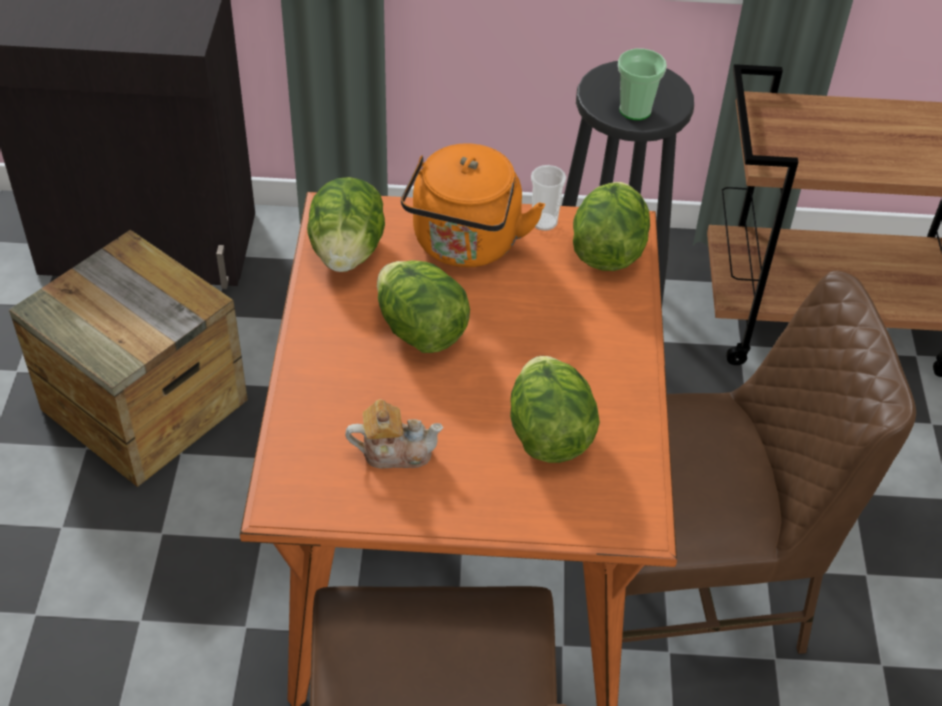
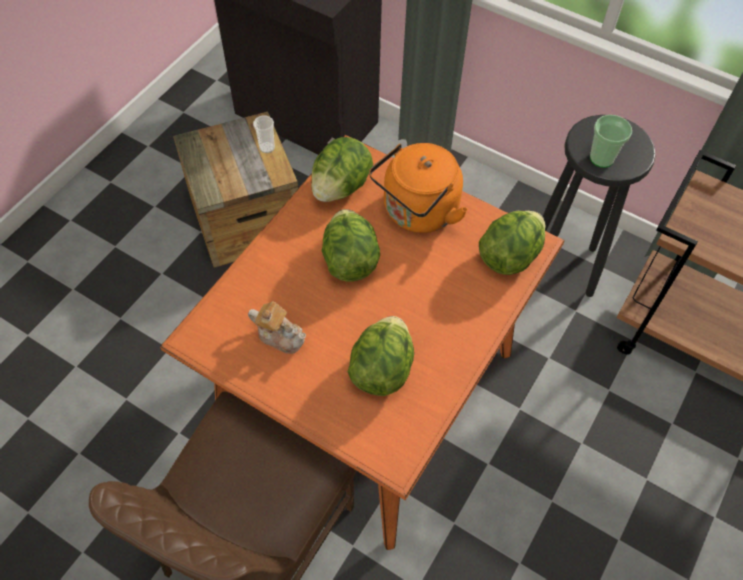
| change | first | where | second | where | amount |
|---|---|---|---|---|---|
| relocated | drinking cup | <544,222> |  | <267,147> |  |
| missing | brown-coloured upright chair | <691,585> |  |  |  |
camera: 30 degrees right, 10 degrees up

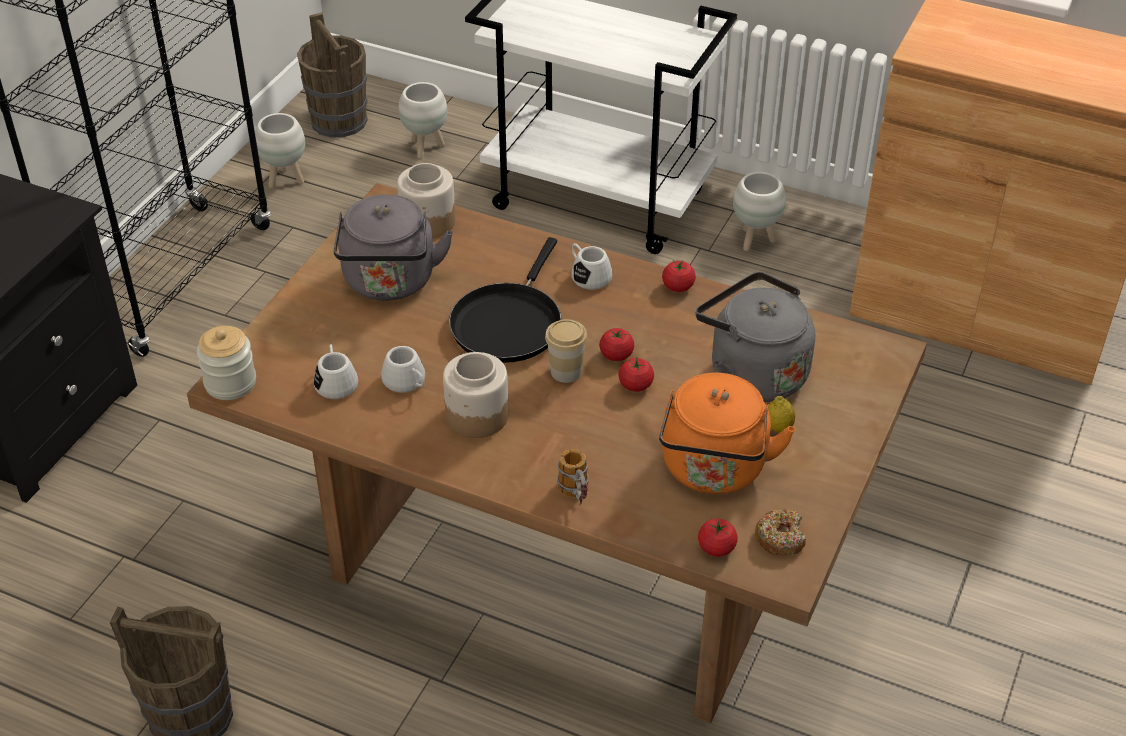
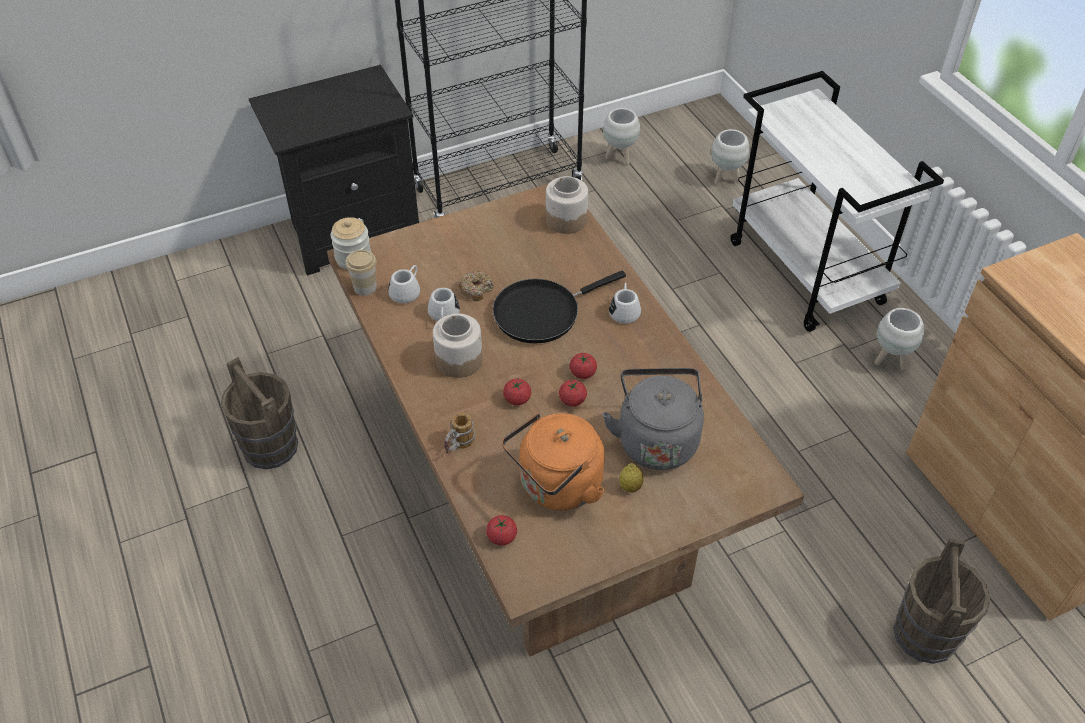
| change | first | where | second | where | amount |
|---|---|---|---|---|---|
| relocated | drinking cup | <566,371> |  | <365,287> |  |
| relocated | donut | <780,538> |  | <476,289> |  |
| relocated | fresh tomato | <678,287> |  | <517,399> |  |
| relocated | brown-coloured pail | <339,121> |  | <925,635> |  |
| missing | gray water kettle | <390,283> |  |  |  |
camera: 40 degrees right, 5 degrees up

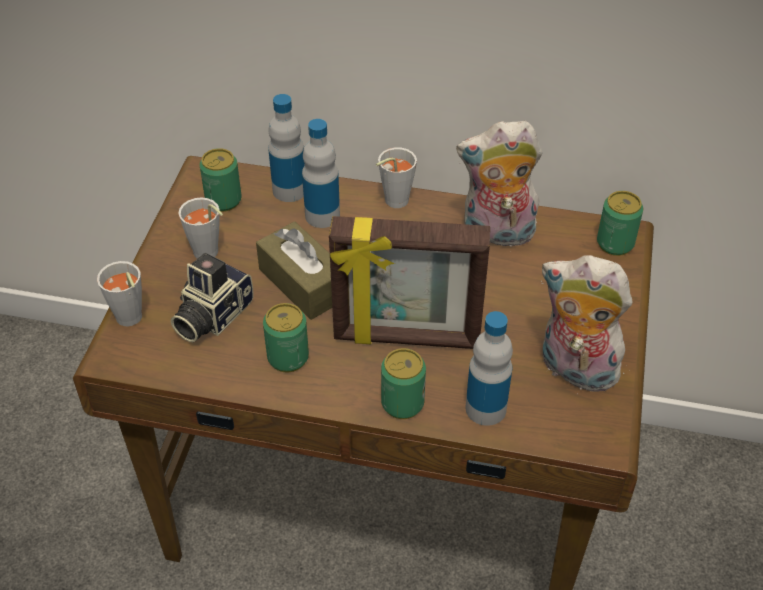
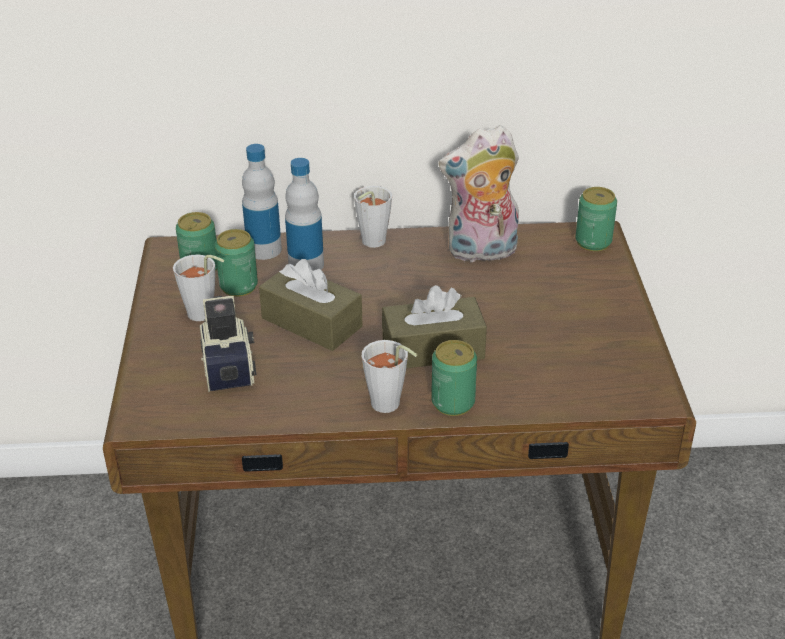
| change | first | where | second | where | amount |
|---|---|---|---|---|---|
| spun | photo camera | <211,316> |  | <229,365> | 150 degrees clockwise |
| relocated | metal can | <288,358> |  | <238,286> |  |
| relocated | gray drinking cup | <131,321> |  | <389,407> |  |
| exchanged | picture frame | <406,338> | brown-coloured box of tissues | <433,349> |  |
| missing | beverage bottle | <485,408> |  |  |  |
| missing | plush toy | <574,370> |  |  |  |
camera: 15 degrees left, 10 degrees down

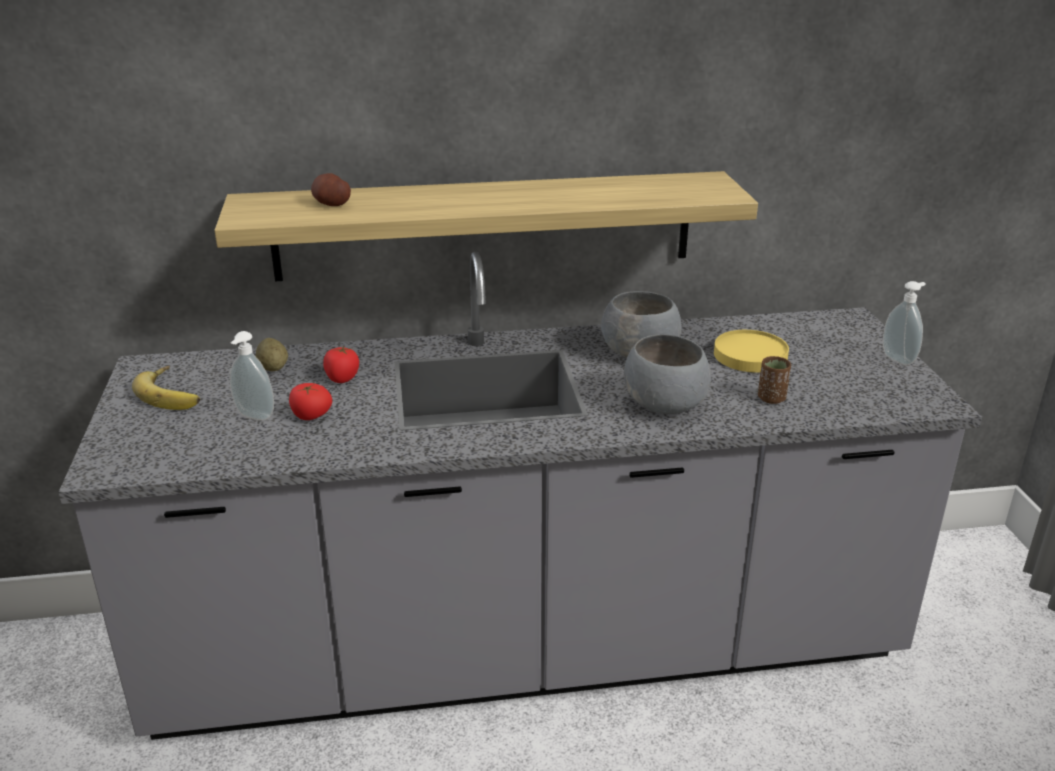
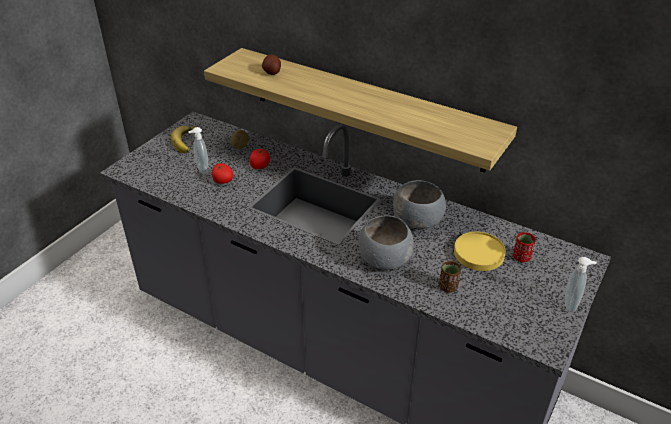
| change | first | where | second | where | amount |
|---|---|---|---|---|---|
| appeared |  |  | red-coloured drinking cup | <521,257> |  |
camera: 40 degrees right, 10 degrees up

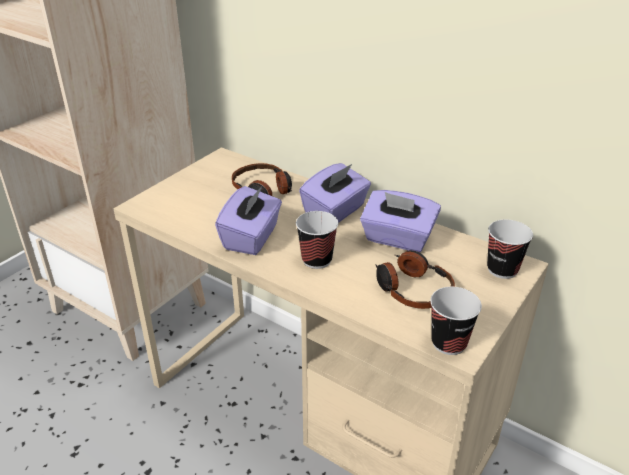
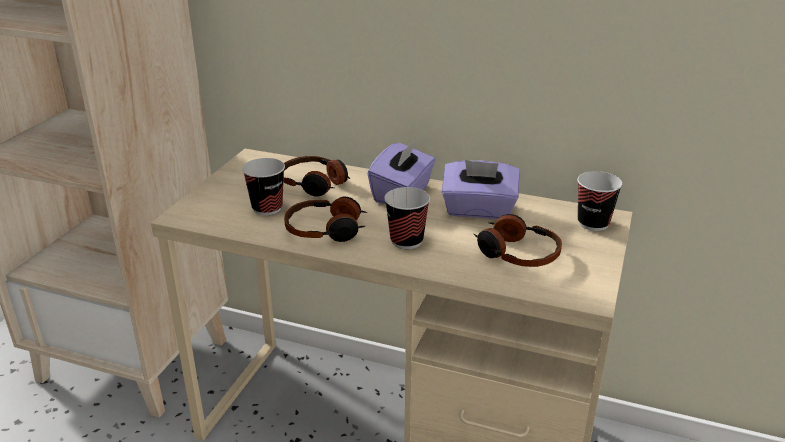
| change | first | where | second | where | amount |
|---|---|---|---|---|---|
| relocated | drinking cup | <449,343> |  | <267,208> |  |
| exchanged | purple box of tissues | <252,238> | headset | <326,230> |  |
camera: 15 degrees left, 5 degrees down

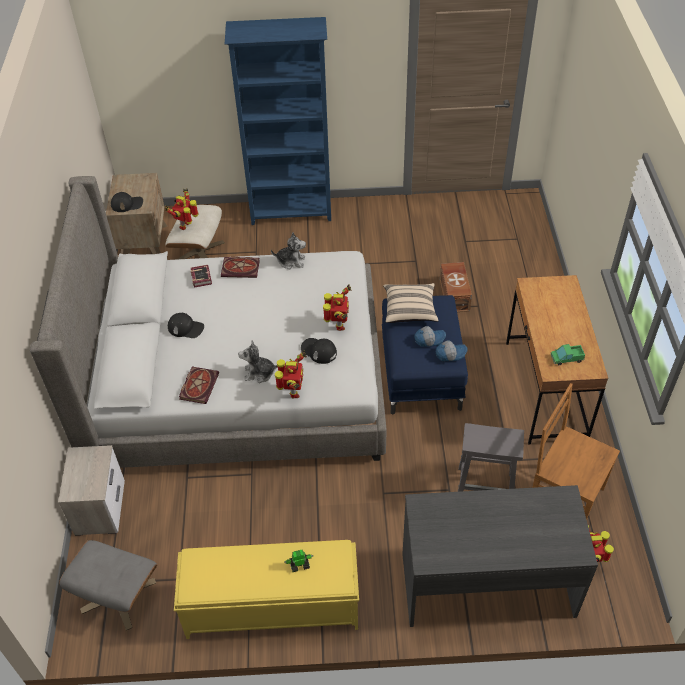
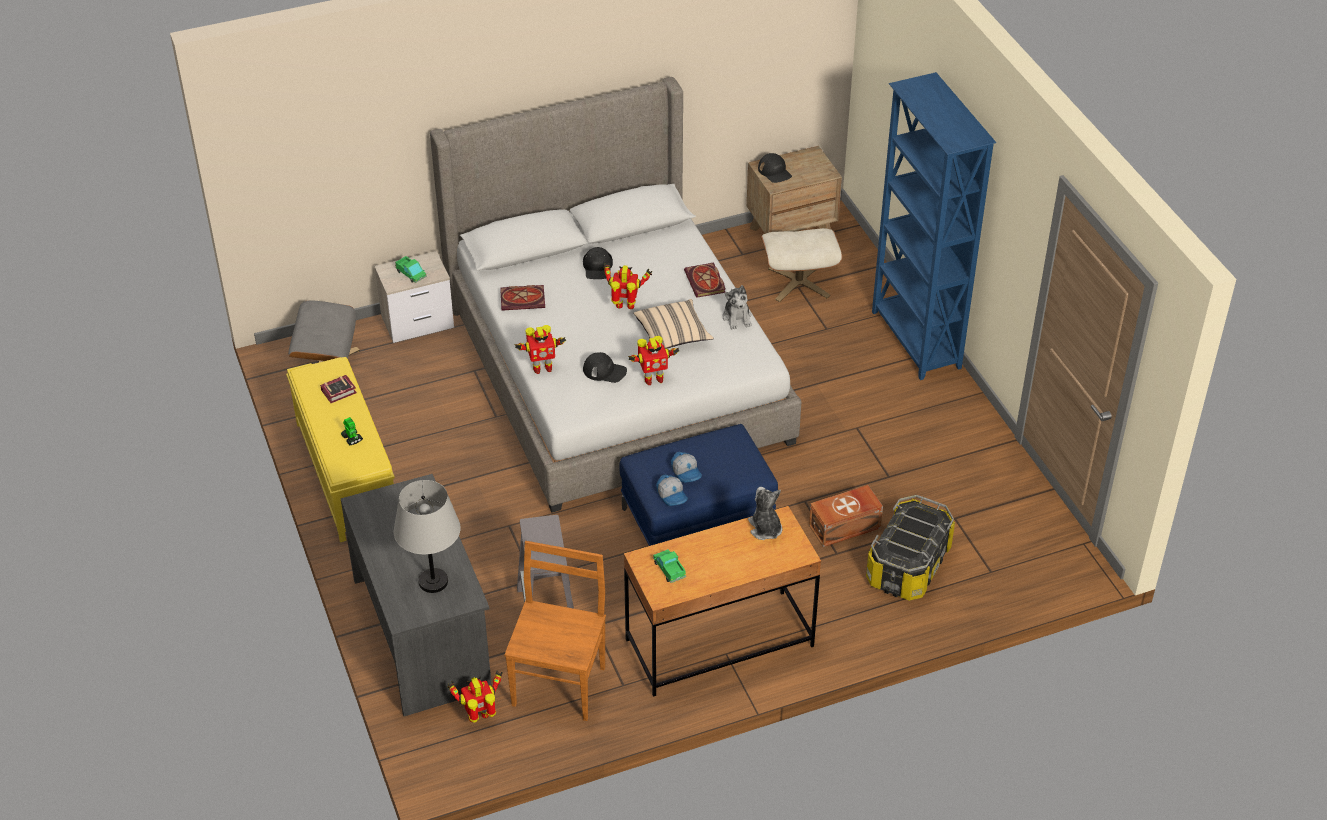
| change | first | where | second | where | amount |
|---|---|---|---|---|---|
| relocated | bound book | <202,277> |  | <340,391> |  |
| appeared |  |  | gray lamp for a table | <433,581> |  |
| appeared |  |  | toy lorry | <411,274> |  |
| spun | black baseball cap | <318,351> |  | <605,371> | 90 degrees clockwise |
| relocated | robot figure | <186,225> |  | <625,307> |  |
| relocated | beige cushion | <410,310> |  | <673,335> |  |
| relocated | plush toy | <259,373> |  | <765,529> |  |
| appeared |  |  | storage container | <909,566> |  |
camera: 70 degrees right, 5 degrees down

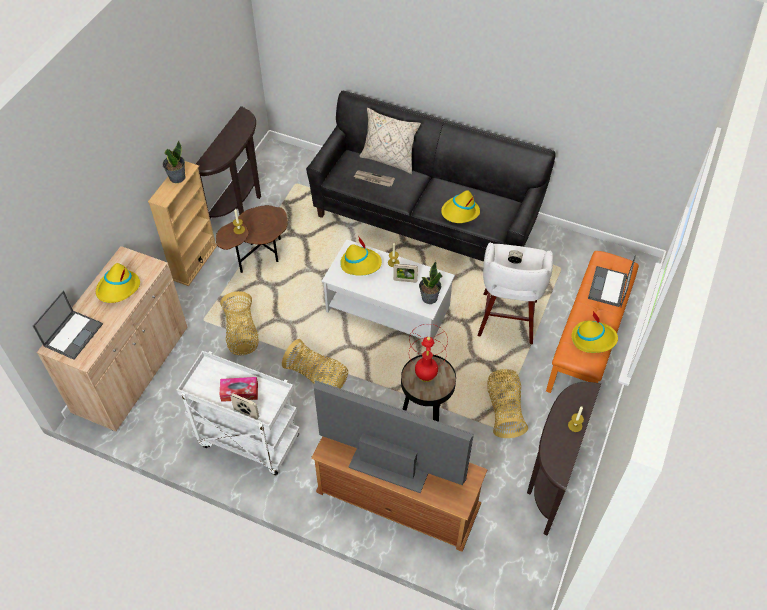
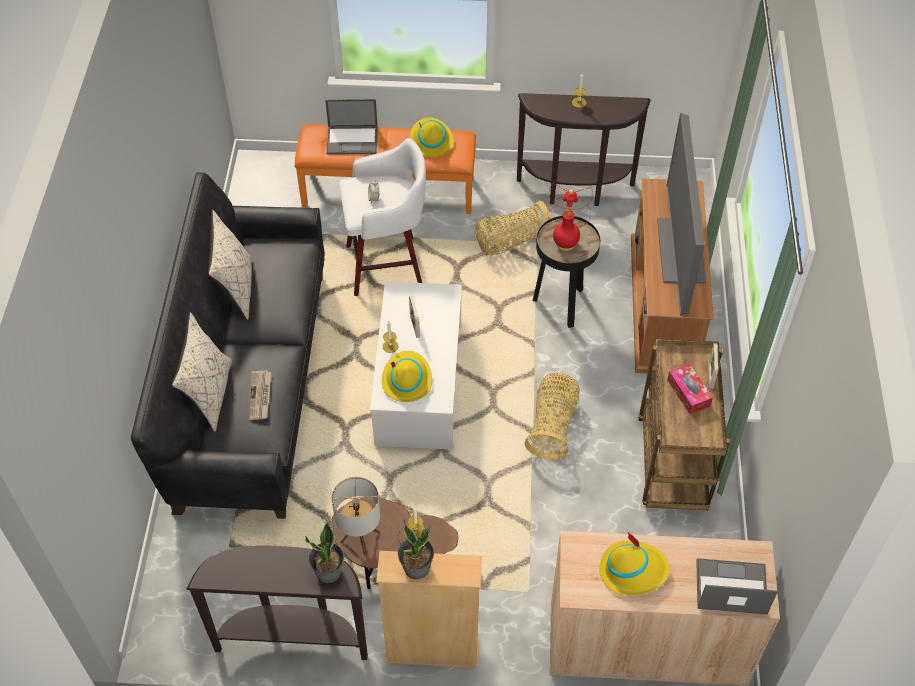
| change | first | where | second | where | amount |
|---|---|---|---|---|---|
| appeared |  |  | beige cushion | <235,288> |  |
| relocated | houseplant | <429,298> |  | <329,572> |  |
| appeared |  |  | lamp for a table | <360,537> |  |
| colour | white wheeled cart | <247,440> | brown-coloured wheeled cart | <673,465> |  |
| missing | basket | <241,333> |  |  |  |
| missing | yellow-coloured wearable hat | <460,212> |  |  |  |
camera: 110 degrees left, 0 degrees up

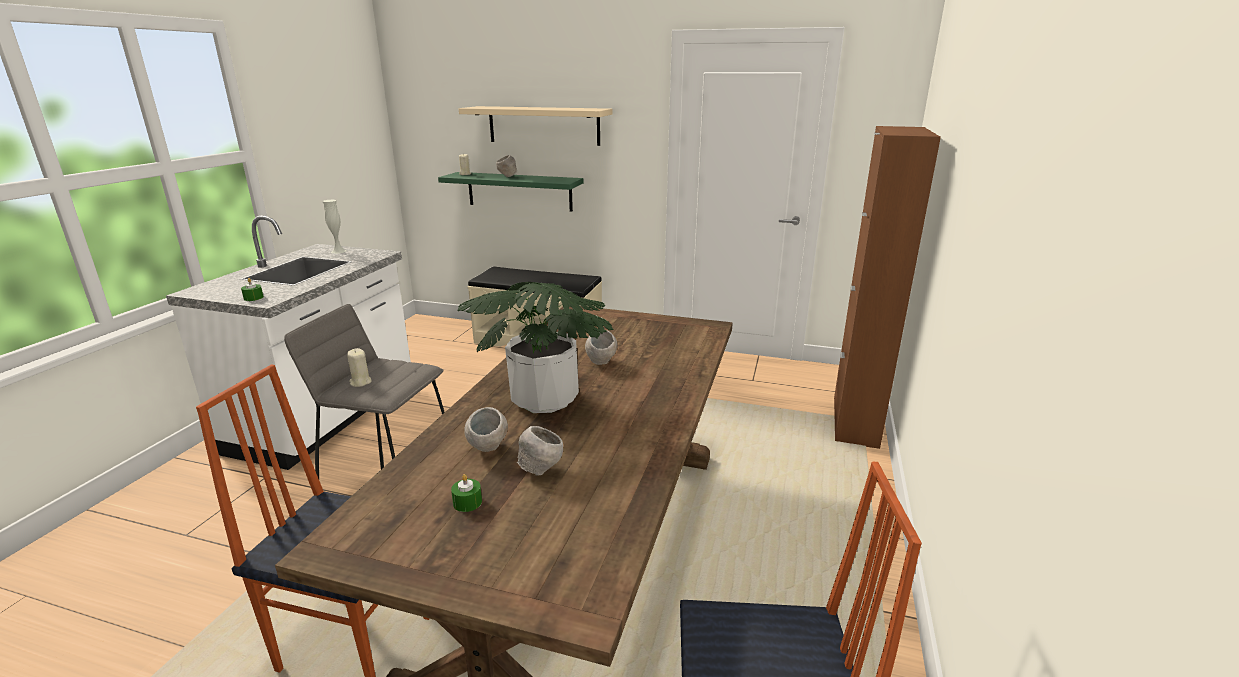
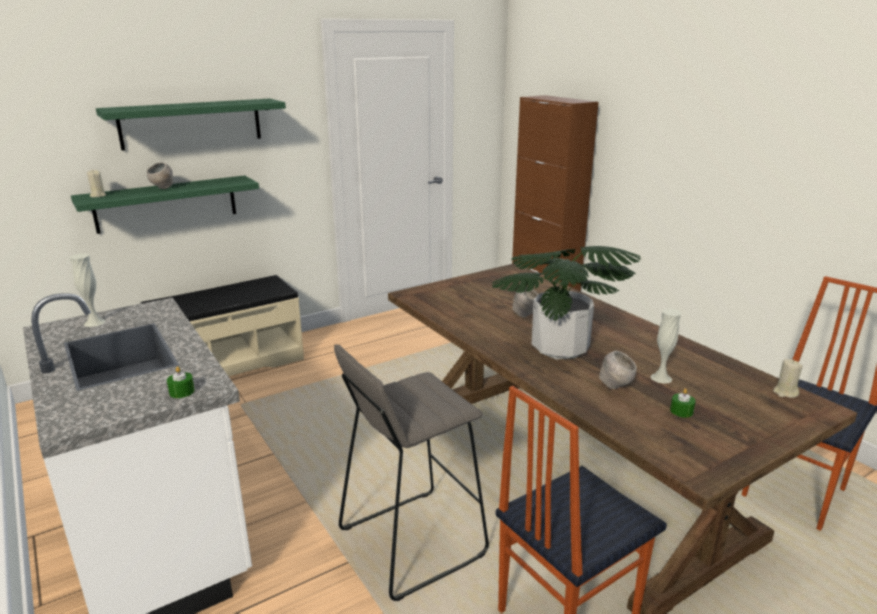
| change | first | where | second | where | amount |
|---|---|---|---|---|---|
| colour | beige wall shelf | <543,125> | green wall shelf | <191,123> |  |
| exchanged | gray bowl | <540,470> | white flower vase | <661,378> |  |
| relocated | beige wax light | <360,382> |  | <785,392> |  |
camera: 50 degrees left, 0 degrees up

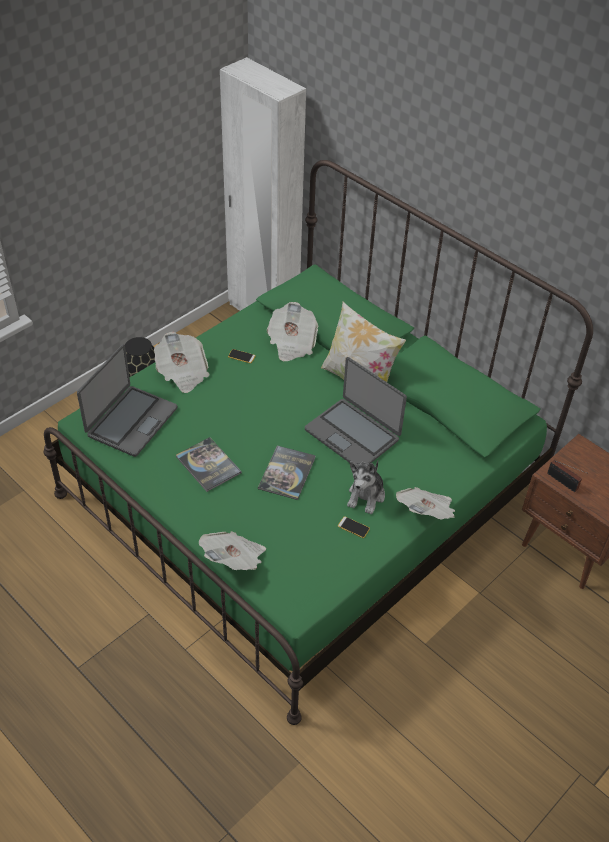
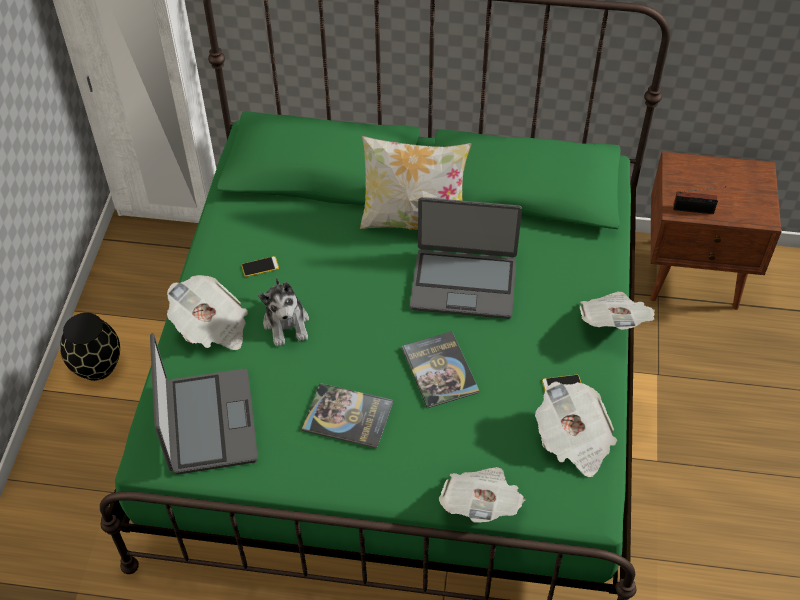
| change | first | where | second | where | amount |
|---|---|---|---|---|---|
| relocated | plush toy | <366,496> |  | <287,323> |  |
| relocated | printed paper | <292,343> |  | <574,440> |  |
camera: 35 degrees left, 5 degrees up

